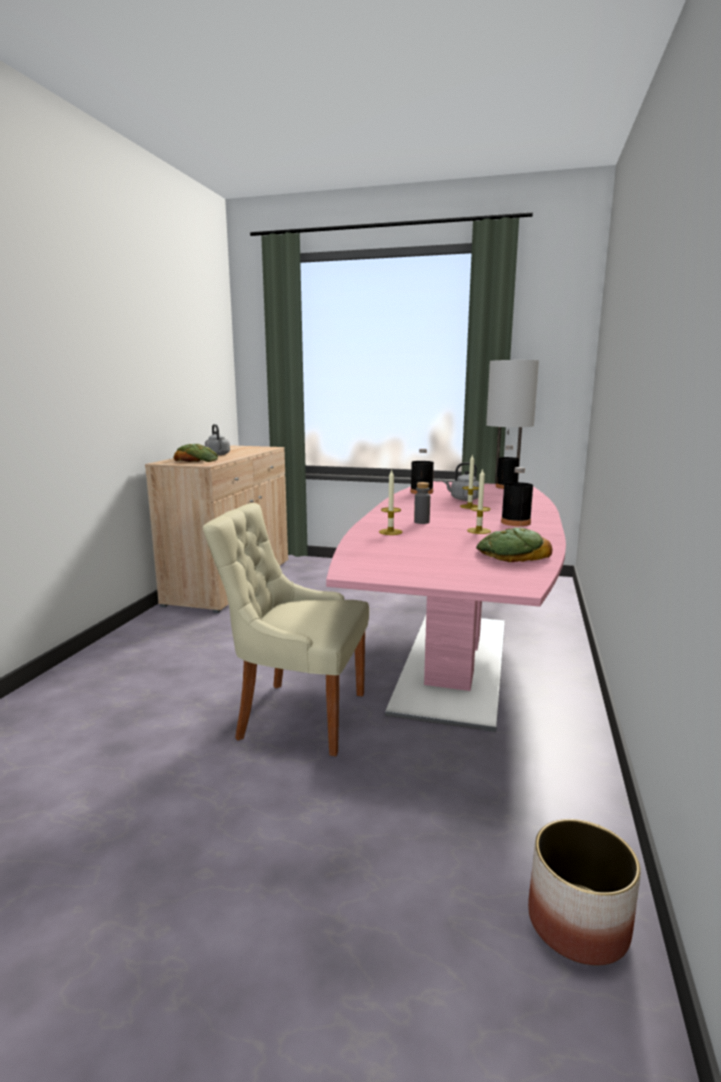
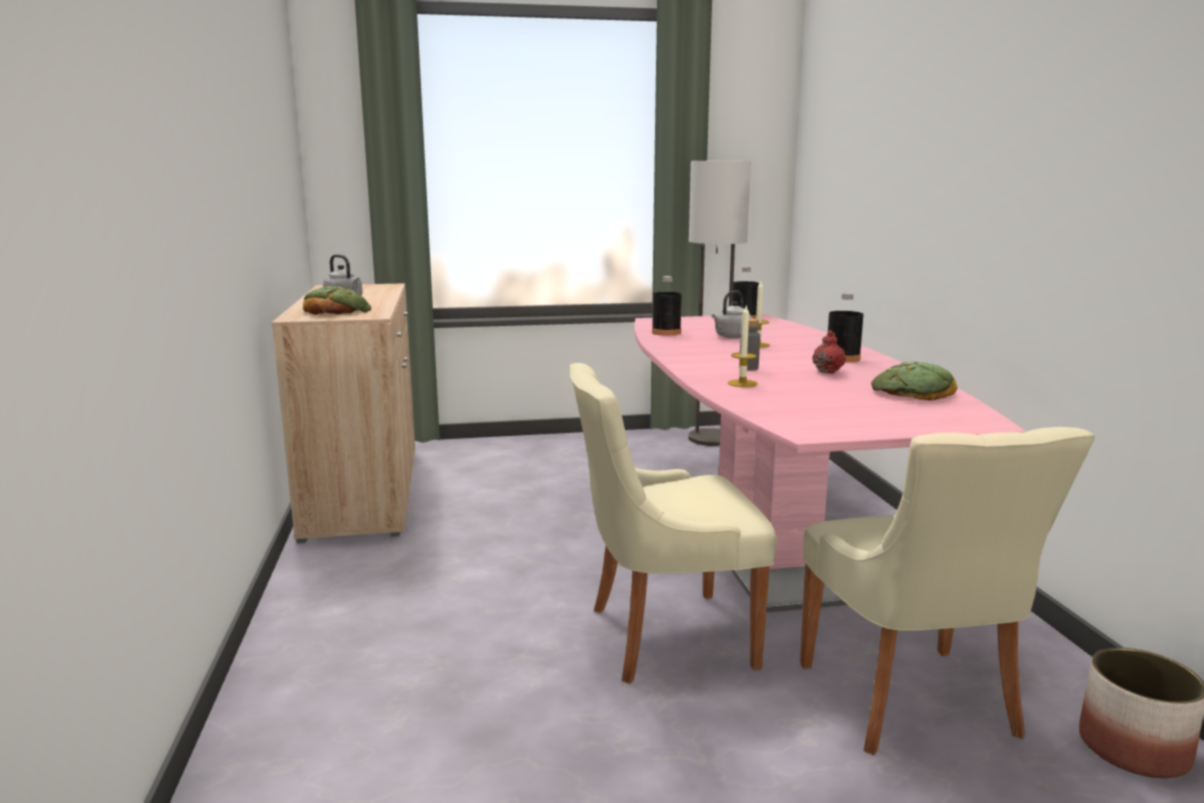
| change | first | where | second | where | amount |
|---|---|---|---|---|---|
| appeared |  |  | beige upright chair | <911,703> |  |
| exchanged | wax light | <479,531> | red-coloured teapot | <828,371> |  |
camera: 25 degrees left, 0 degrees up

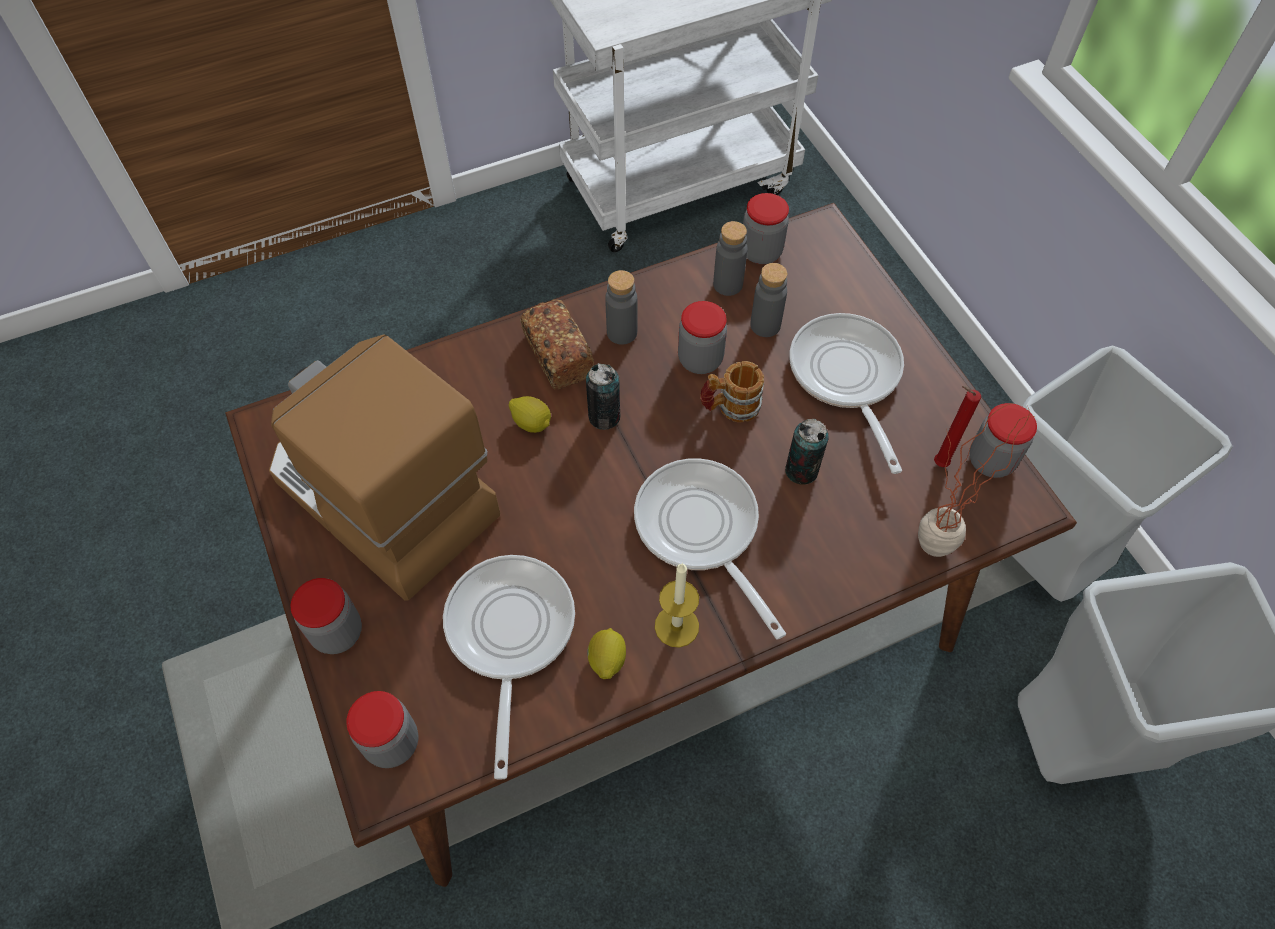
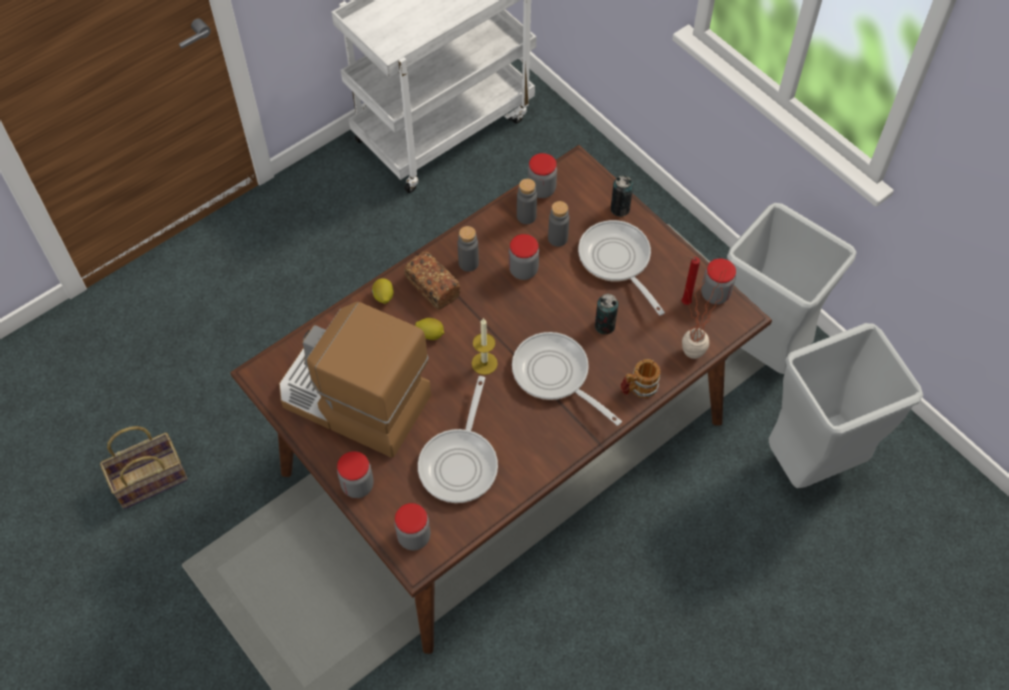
| change | first | where | second | where | amount |
|---|---|---|---|---|---|
| appeared |  |  | basket | <151,478> |  |
| relocated | lemon | <606,660> |  | <383,297> |  |
| spun | frying pan | <509,635> |  | <460,462> | 150 degrees counterclockwise |
| relocated | wax light | <676,626> |  | <484,363> |  |
| relocated | metal can | <604,416> |  | <620,209> |  |
| relocated | coffee mug | <730,407> |  | <638,389> |  |
camera: 15 degrees left, 0 degrees up

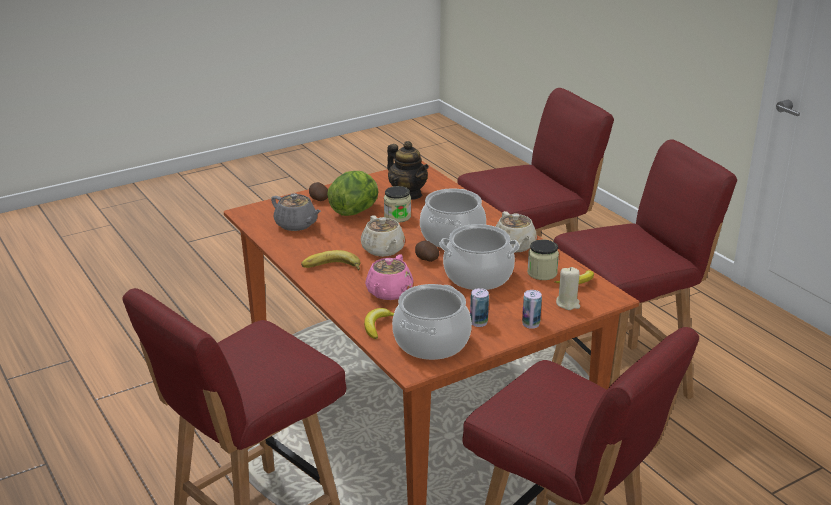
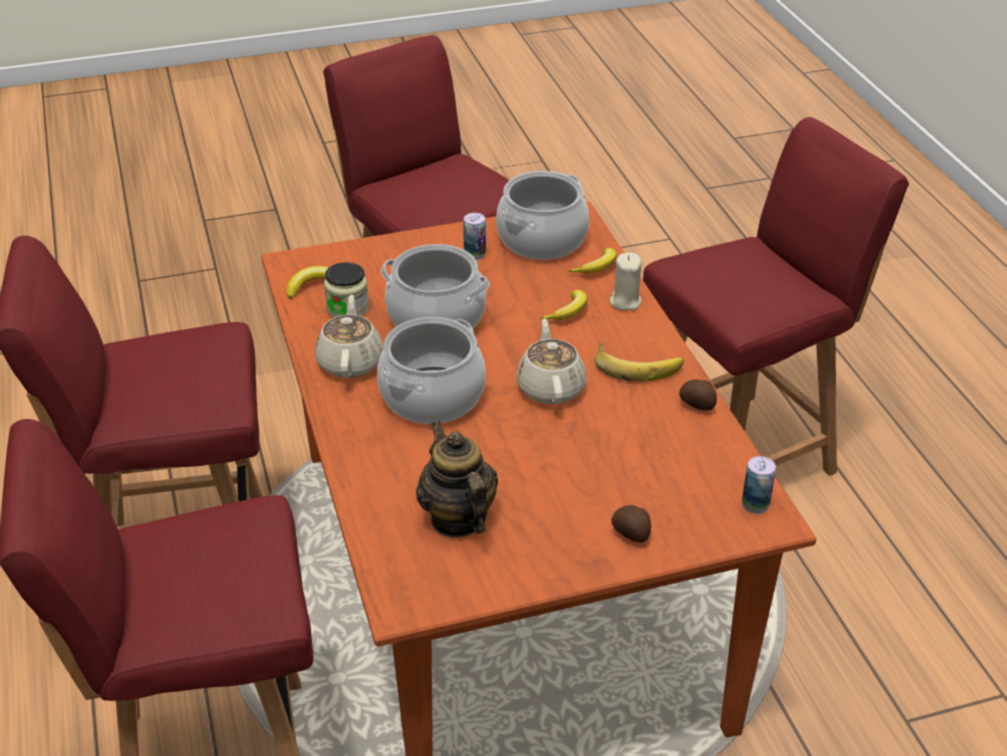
| change | first | where | second | where | amount |
|---|---|---|---|---|---|
| exchanged | pink-coloured teapot | <388,292> | banana fruit | <568,312> |  |
| relocated | beige wax light | <568,303> |  | <625,301> |  |
| relocated | potato | <426,259> |  | <698,405> |  |
| relocated | metal can | <530,324> |  | <755,504> |  |
| missing | gray teapot | <296,225> |  |  |  |
| missing | head of lettuce | <355,211> |  |  |  |
| missing | preserve jar | <397,217> |  |  |  |
camera: 165 degrees left, 10 degrees up

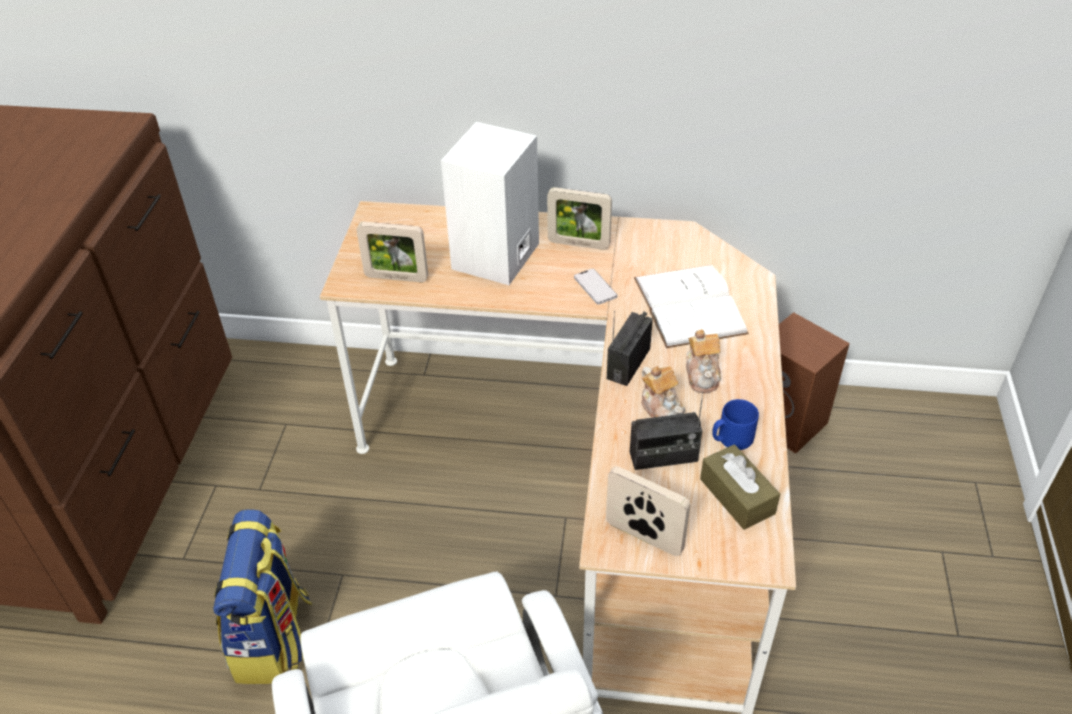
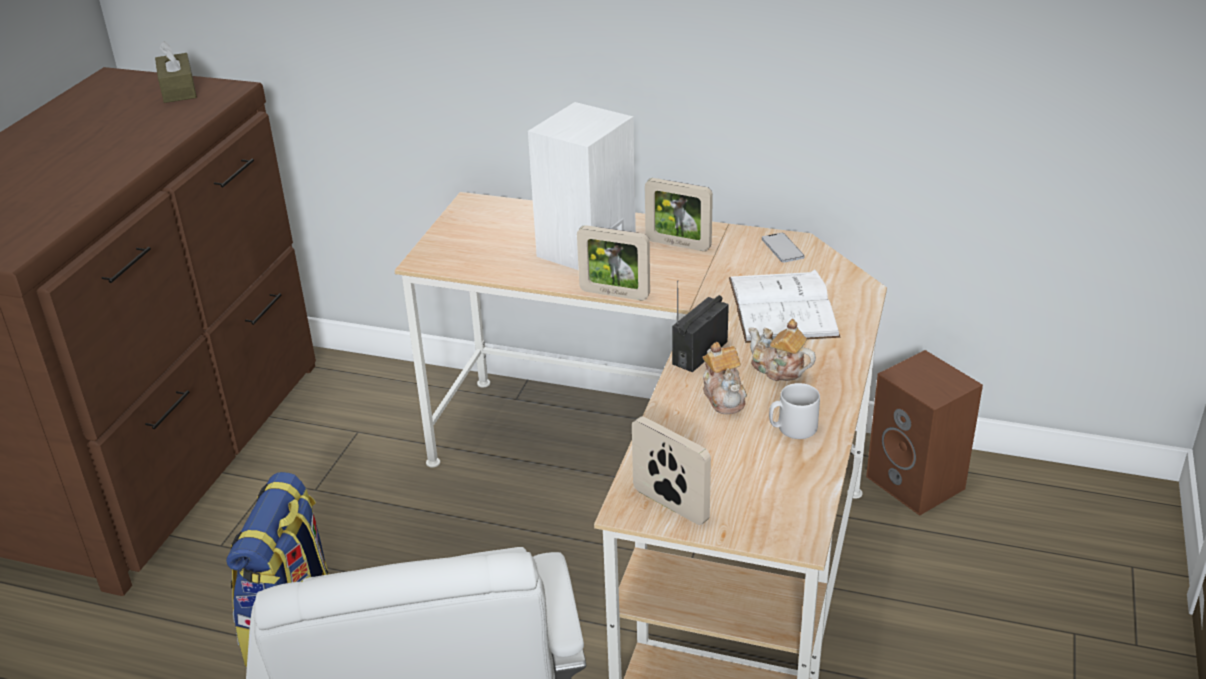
| change | first | where | second | where | amount |
|---|---|---|---|---|---|
| relocated | brown-coloured box of tissues | <737,496> |  | <178,89> |  |
| relocated | picture frame | <396,277> |  | <614,294> |  |
| spun | teapot | <702,374> |  | <778,369> | 120 degrees clockwise |
| relocated | phone | <595,287> |  | <782,249> |  |
| colour | blue-coloured coffee mug | <731,439> | gray coffee mug | <792,428> |  |
| missing | radio receiver | <663,457> |  |  |  |
camera: 10 degrees right, 10 degrees down

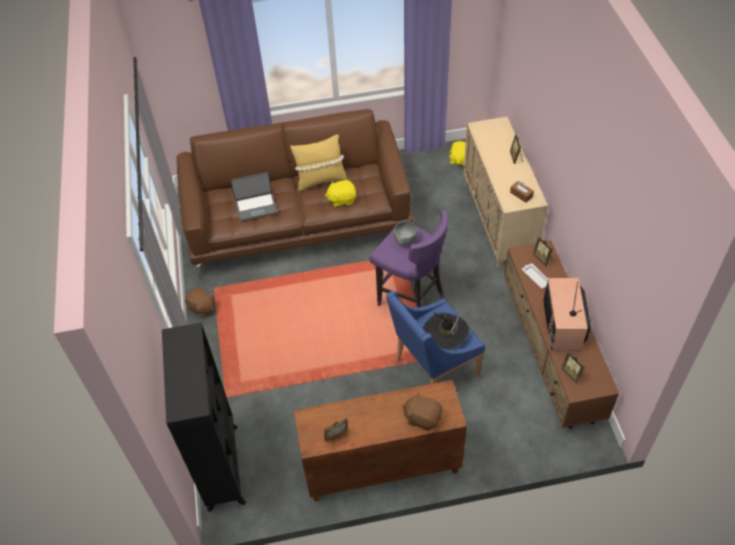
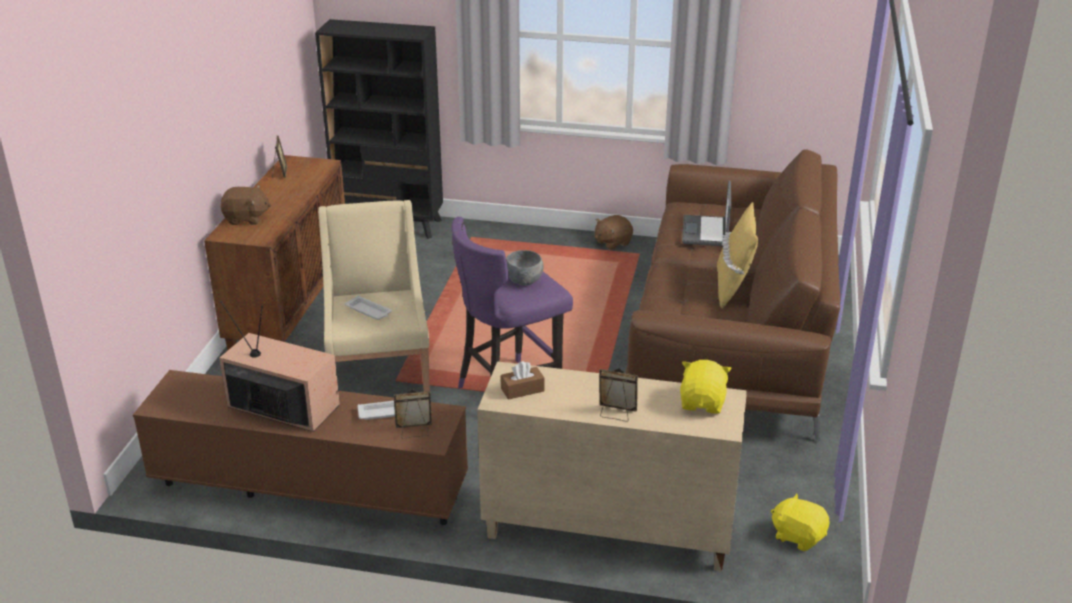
| change | first | where | second | where | amount |
|---|---|---|---|---|---|
| spun | brown-coloured plush toy | <422,417> |  | <246,219> | 45 degrees clockwise |
| colour | blue-coloured easy chair | <433,368> | beige easy chair | <379,377> |  |
| exchanged | black wearable hat | <445,332> | white carrying tray | <369,311> |  |
| relocated | yellow-coloured plush toy | <342,199> |  | <703,403> |  |
| missing | picture frame | <572,374> |  |  |  |
camera: 110 degrees right, 20 degrees down

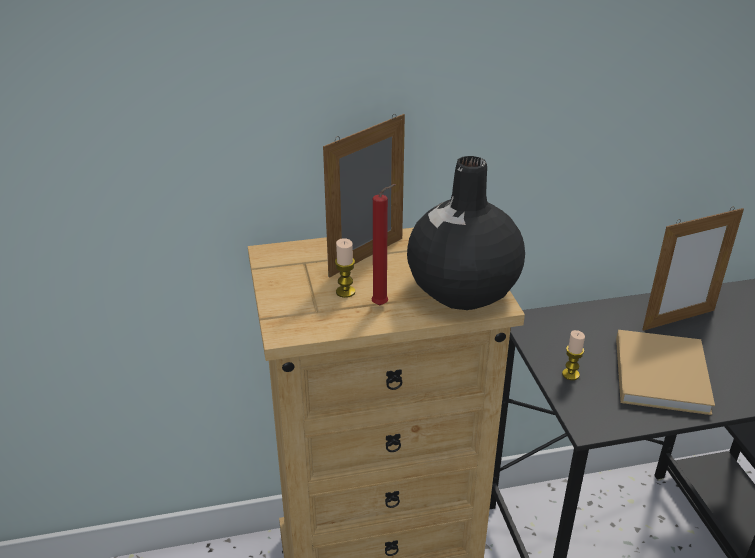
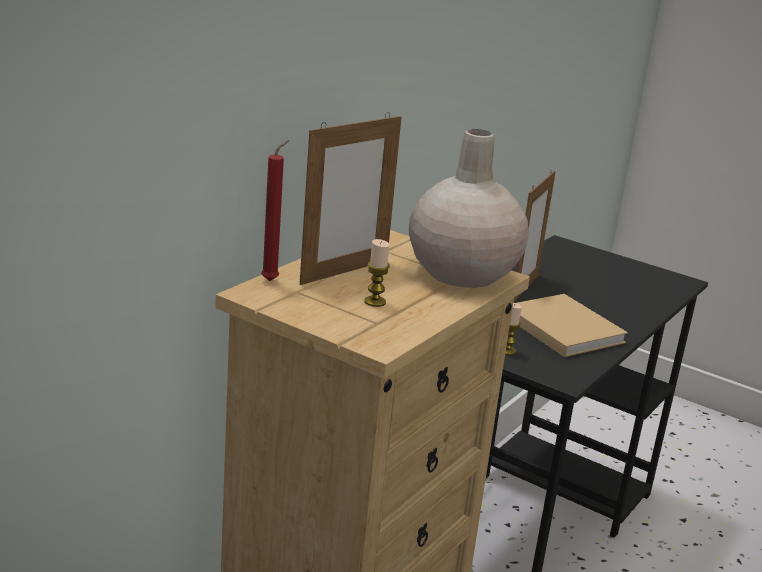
| change | first | where | second | where | amount |
|---|---|---|---|---|---|
| relocated | red-coloured wax light | <382,305> |  | <272,280> |  |
| spun | picture frame | <366,257> |  | <344,272> | 135 degrees counterclockwise |
| colour | black flower vase | <462,290> | beige flower vase | <461,273> |  |
camera: 45 degrees left, 10 degrees down

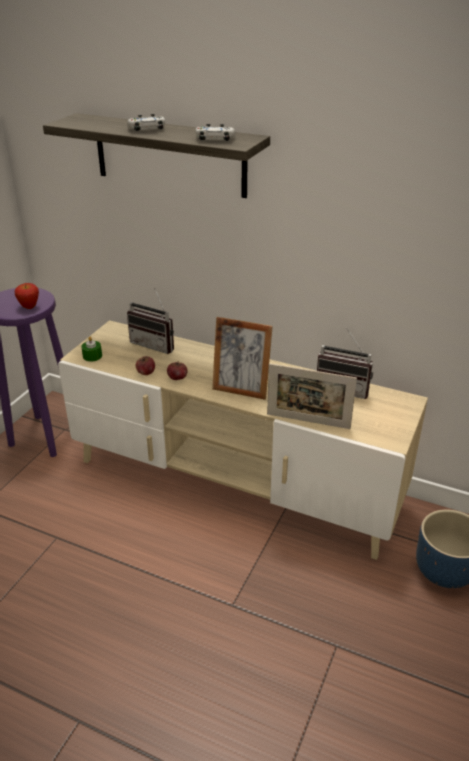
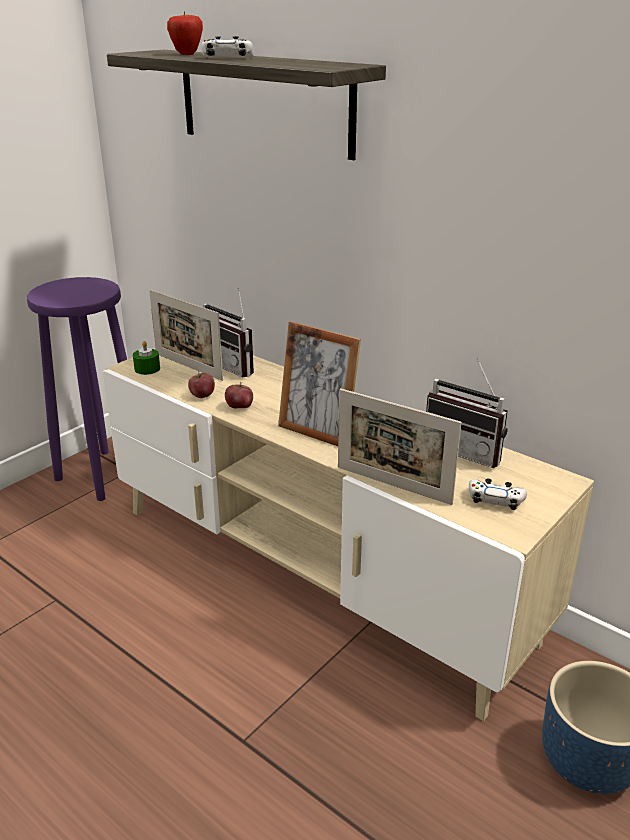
| change | first | where | second | where | amount |
|---|---|---|---|---|---|
| appeared |  |  | picture frame | <188,366> |  |
| relocated | whole apple | <29,307> |  | <186,55> |  |
| relocated | white joypad | <215,139> |  | <495,499> |  |
camera: 15 degrees right, 5 degrees down

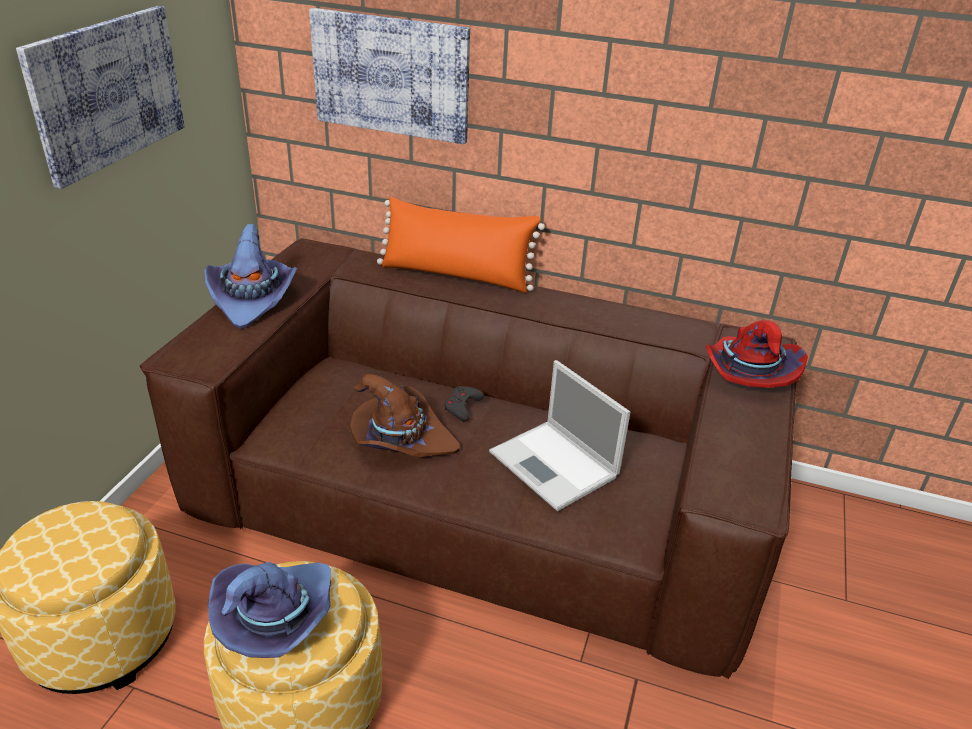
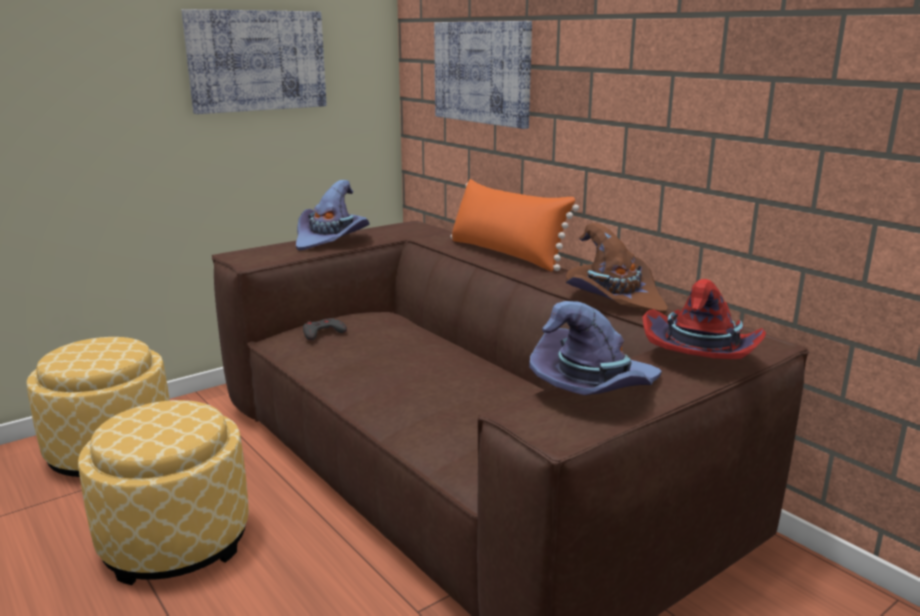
| change | first | where | second | where | amount |
|---|---|---|---|---|---|
| relocated | gray joypad | <462,406> |  | <323,333> |  |
| relocated | purple wearable hat | <276,617> |  | <593,387> |  |
| relocated | brown-coloured wearable hat | <401,439> |  | <614,298> |  |
| missing | laptop | <555,466> |  |  |  |
camera: 35 degrees right, 15 degrees down

